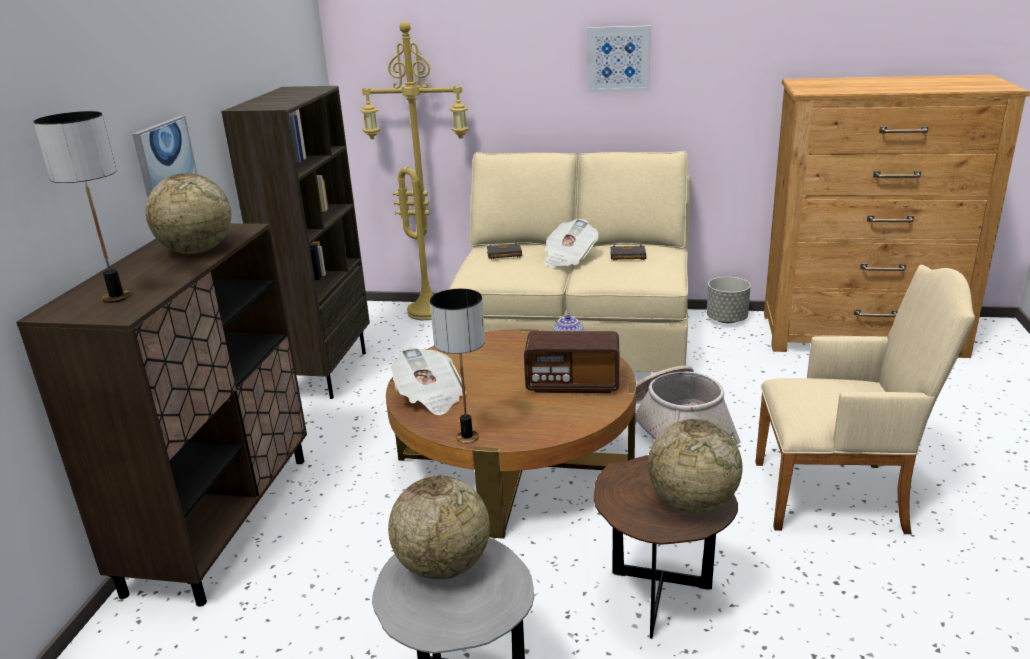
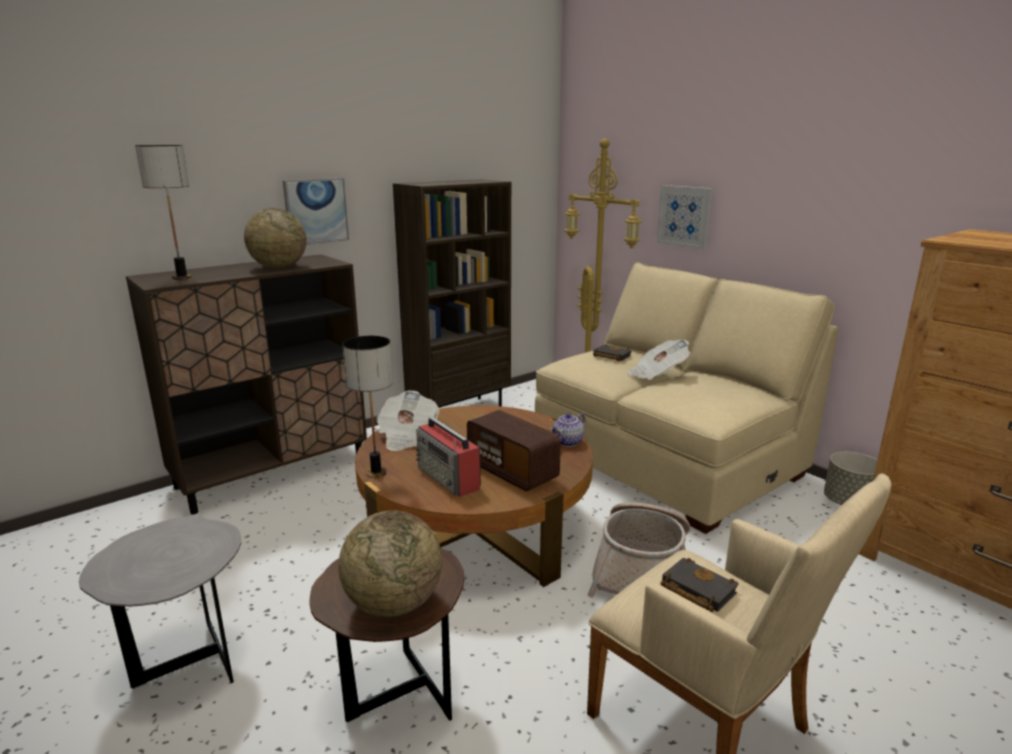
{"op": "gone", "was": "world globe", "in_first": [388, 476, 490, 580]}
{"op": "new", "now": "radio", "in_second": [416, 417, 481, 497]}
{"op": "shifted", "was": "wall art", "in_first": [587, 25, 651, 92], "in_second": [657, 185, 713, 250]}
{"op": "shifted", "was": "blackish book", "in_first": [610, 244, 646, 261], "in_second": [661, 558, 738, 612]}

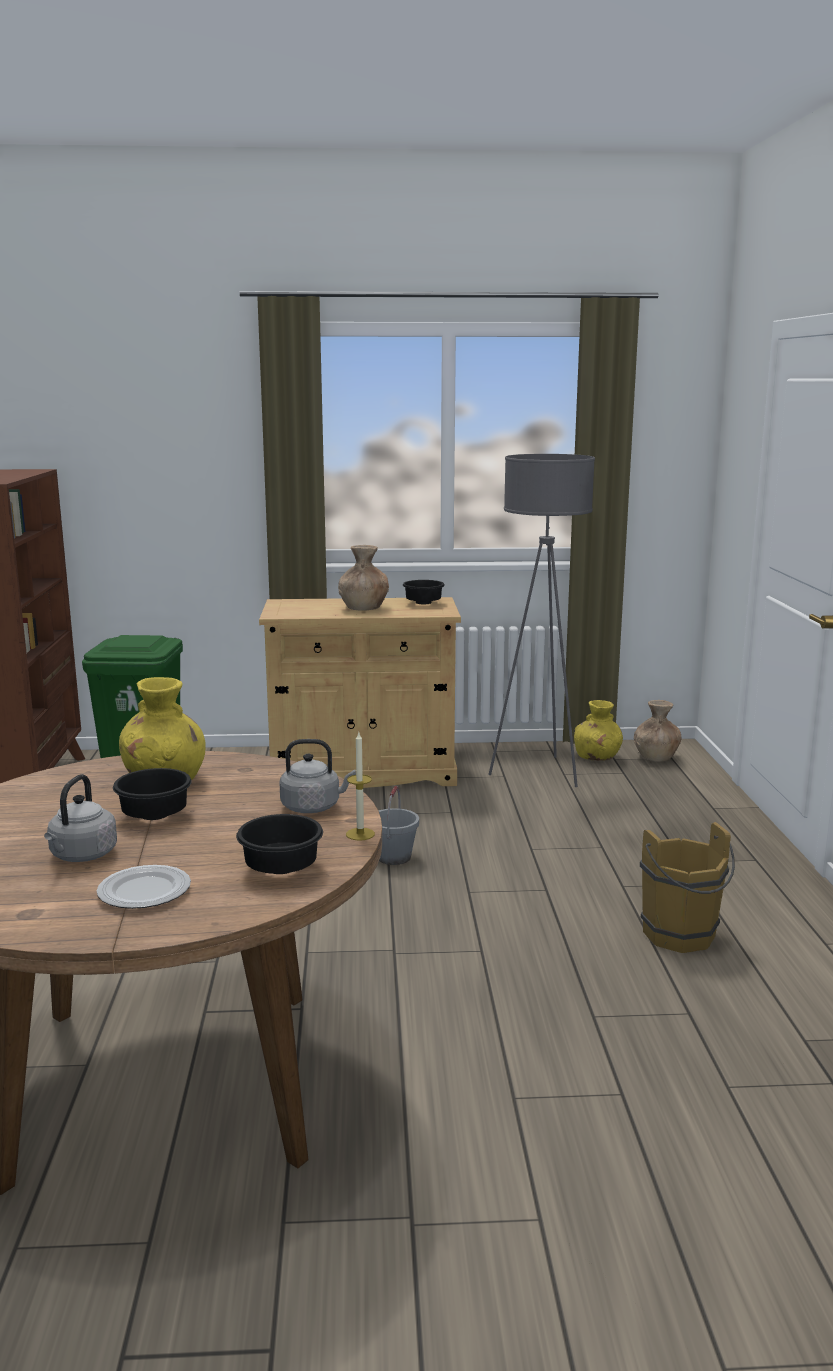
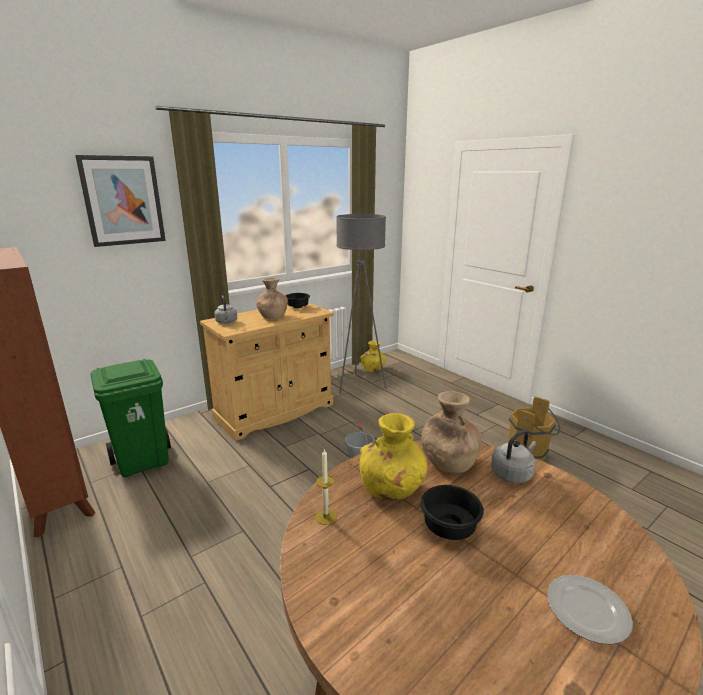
{"op": "gone", "was": "blackish deep dish", "in_first": [236, 814, 323, 874]}
{"op": "new", "now": "wall art", "in_second": [75, 155, 166, 247]}
{"op": "shifted", "was": "greyish water kettle", "in_first": [44, 774, 117, 862], "in_second": [214, 295, 237, 324]}
{"op": "shifted", "was": "candle", "in_first": [346, 733, 375, 840], "in_second": [315, 449, 337, 525]}
{"op": "shifted", "was": "brown flower vase", "in_first": [634, 700, 681, 762], "in_second": [421, 391, 481, 473]}

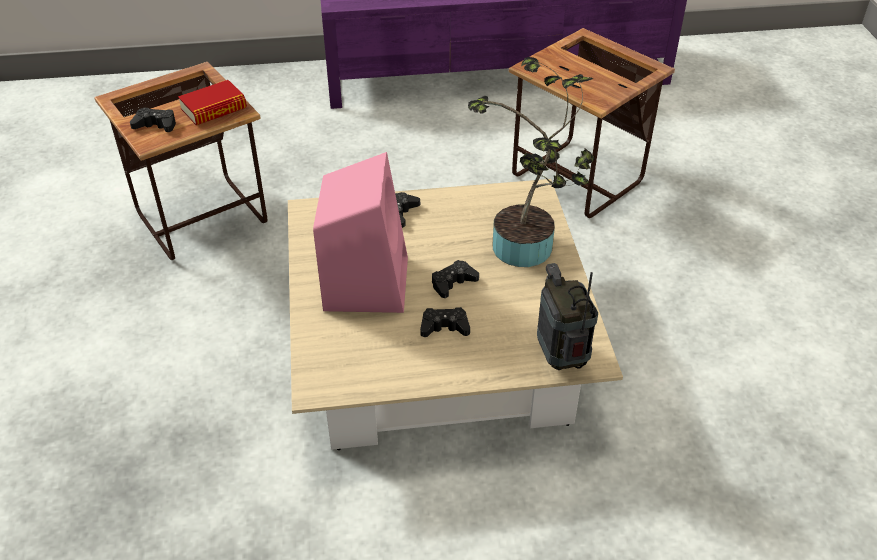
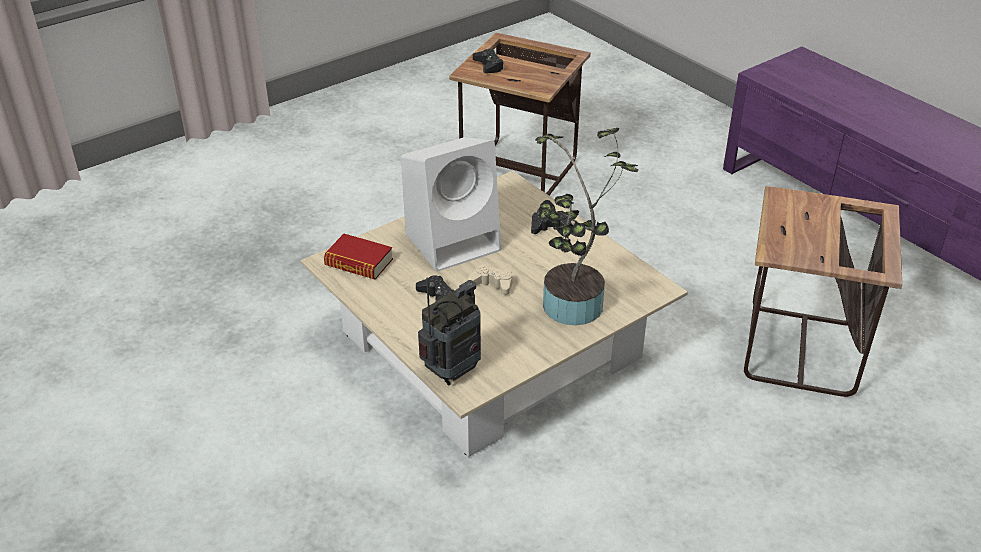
{"op": "shifted", "was": "book", "in_first": [178, 80, 247, 125], "in_second": [324, 234, 393, 279]}
{"op": "repainted", "was": "pink speaker", "now": "whitish speaker", "in_first": [313, 152, 408, 313], "in_second": [401, 137, 501, 272]}
{"op": "repainted", "was": "blackish gamepad", "now": "sand-coloured gamepad", "in_first": [432, 260, 479, 298], "in_second": [468, 264, 512, 295]}

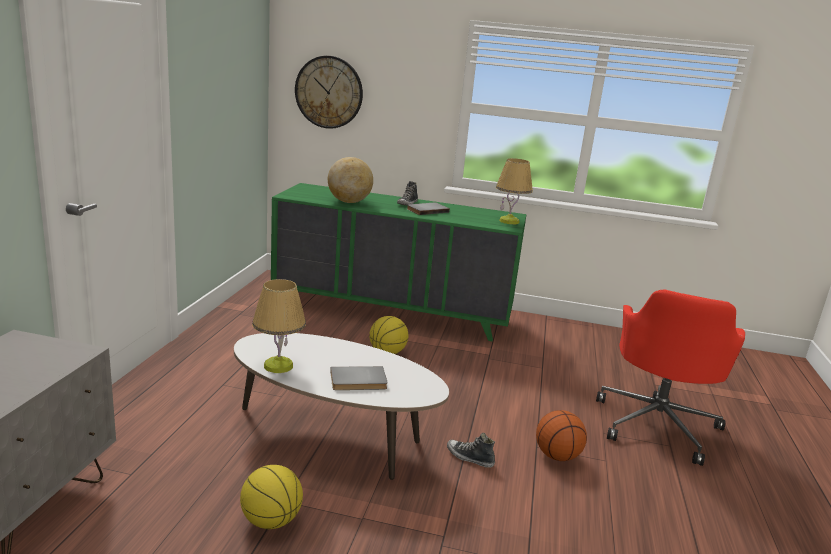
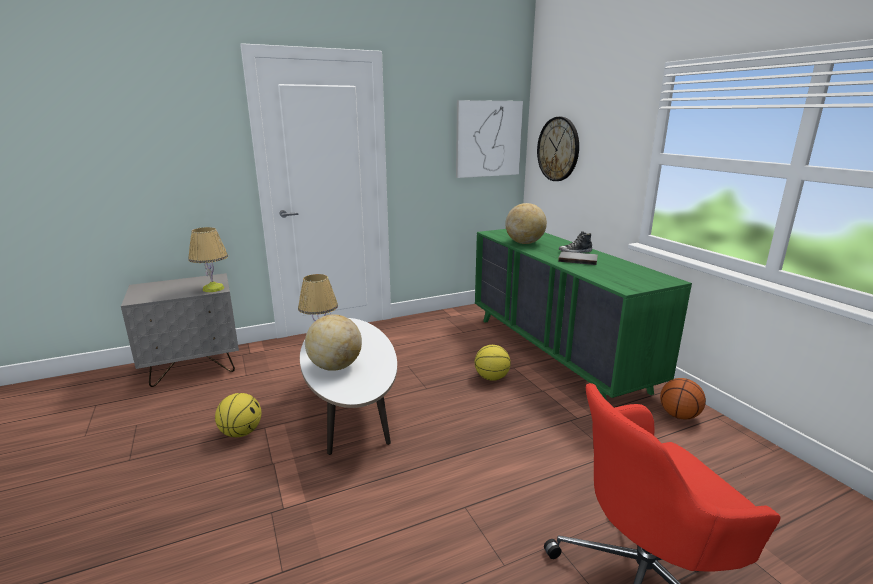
{"op": "gone", "was": "item of footwear", "in_first": [447, 433, 495, 468]}
{"op": "new", "now": "wall art", "in_second": [456, 100, 523, 178]}
{"op": "shifted", "was": "table lamp", "in_first": [496, 158, 533, 224], "in_second": [188, 227, 228, 292]}
{"op": "shifted", "was": "basketball", "in_first": [536, 410, 587, 461], "in_second": [660, 378, 706, 420]}
{"op": "swapped", "was": "greyish book", "now": "world globe", "in_first": [330, 366, 388, 390], "in_second": [305, 314, 362, 371]}

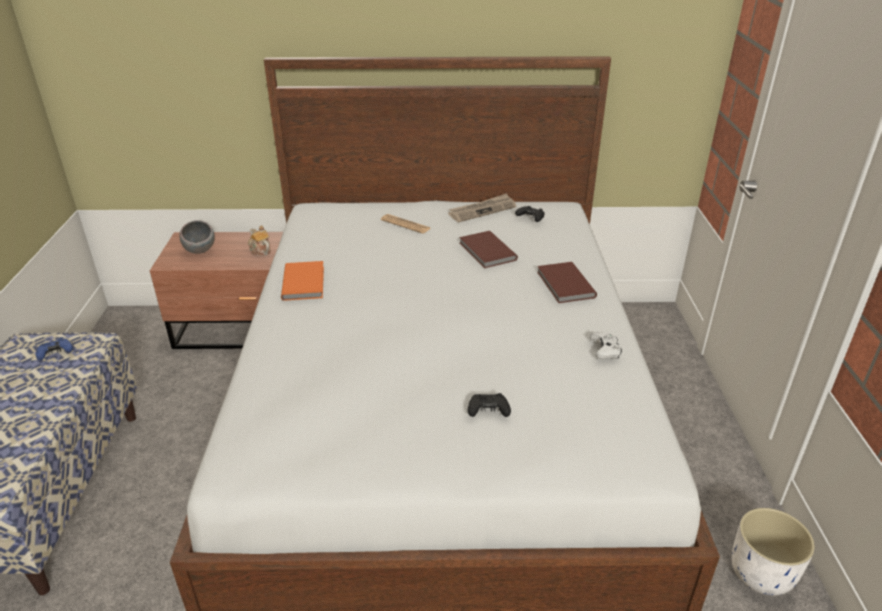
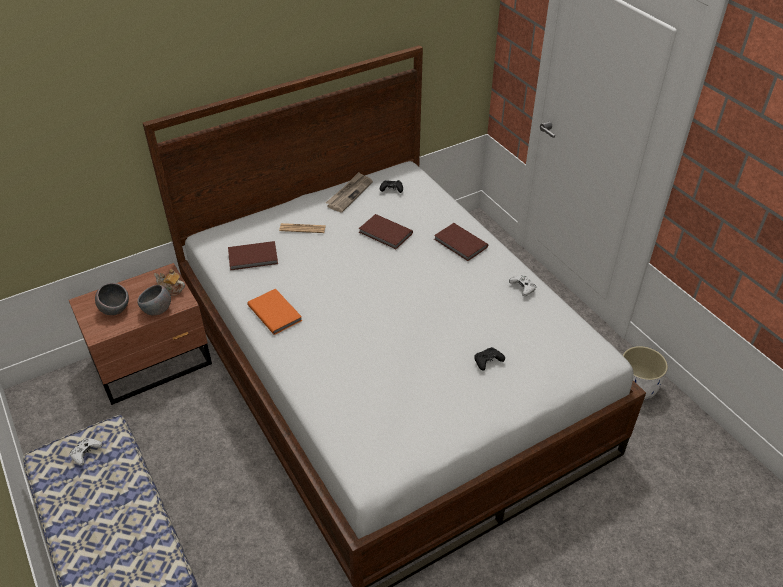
{"op": "new", "now": "greyish deep dish", "in_second": [137, 285, 171, 315]}
{"op": "new", "now": "brown book", "in_second": [228, 241, 278, 271]}
{"op": "repainted", "was": "blue gamepad", "now": "whitish gamepad", "in_first": [36, 337, 73, 360], "in_second": [70, 438, 102, 466]}

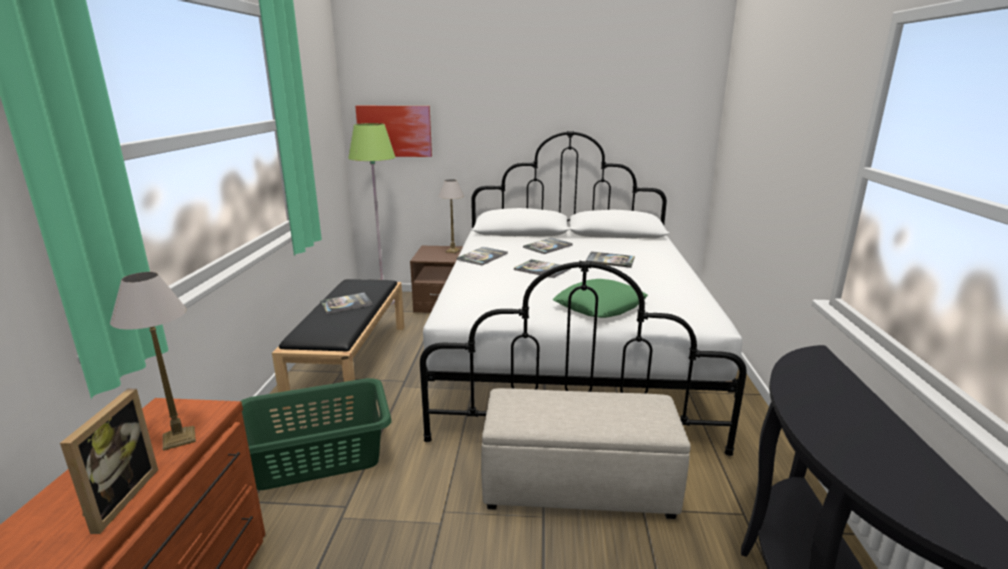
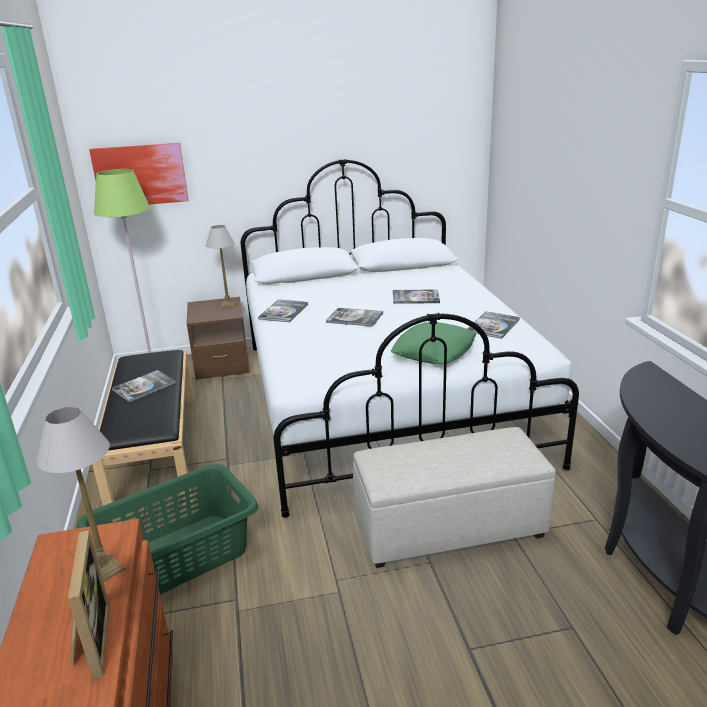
{"op": "shifted", "was": "book", "in_first": [523, 238, 573, 254], "in_second": [467, 311, 520, 339]}

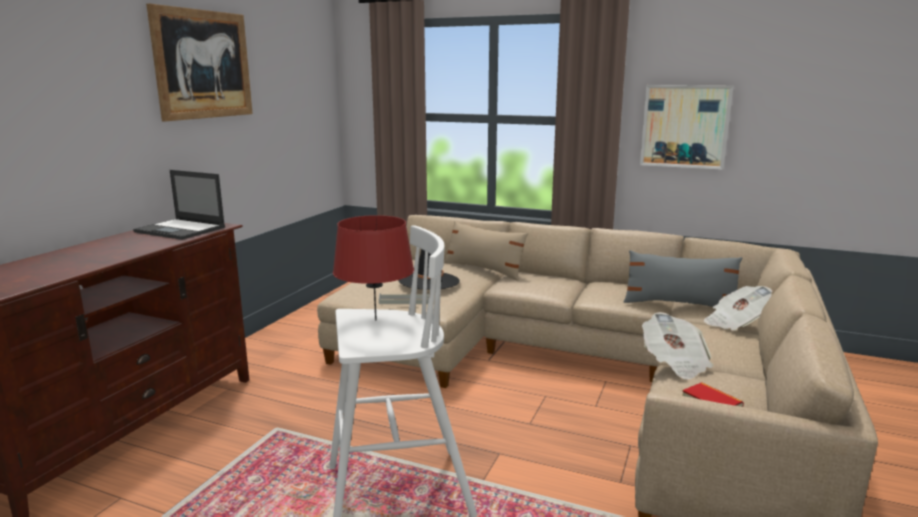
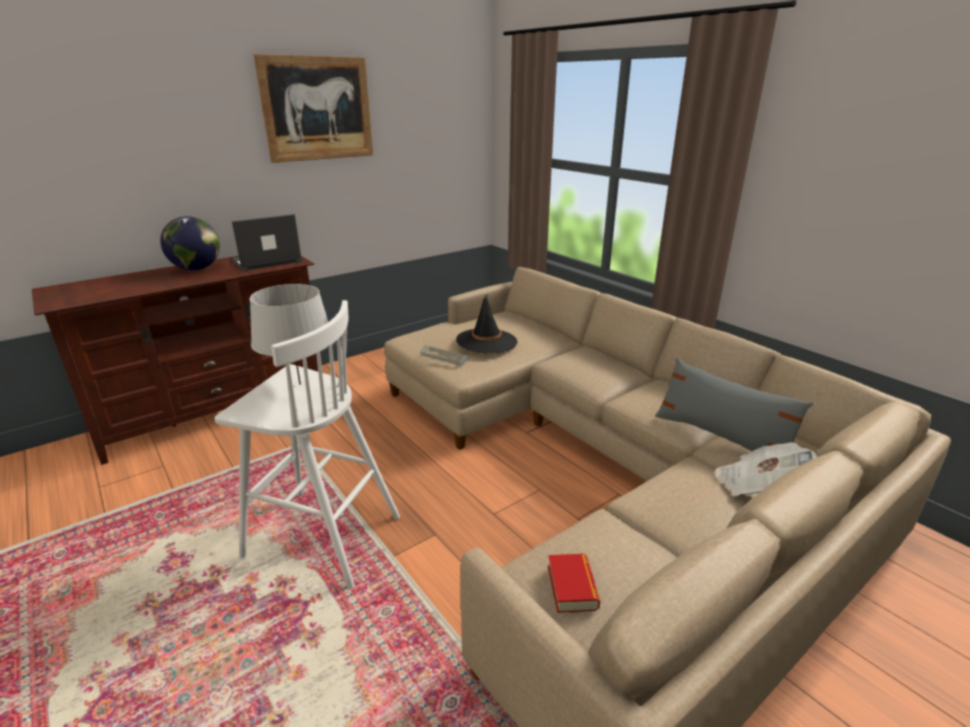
{"op": "gone", "was": "sand-coloured pillow", "in_first": [444, 221, 528, 281]}
{"op": "gone", "was": "wall art", "in_first": [640, 85, 733, 170]}
{"op": "gone", "was": "printed paper", "in_first": [642, 312, 713, 380]}
{"op": "new", "now": "world globe", "in_second": [160, 216, 220, 270]}
{"op": "repainted", "was": "red-coloured table lamp", "now": "greyish table lamp", "in_first": [333, 215, 414, 320], "in_second": [250, 284, 328, 385]}
{"op": "rotated", "was": "notebook computer", "in_first": [133, 170, 225, 240], "in_second": [231, 214, 302, 271], "clockwise": 90}

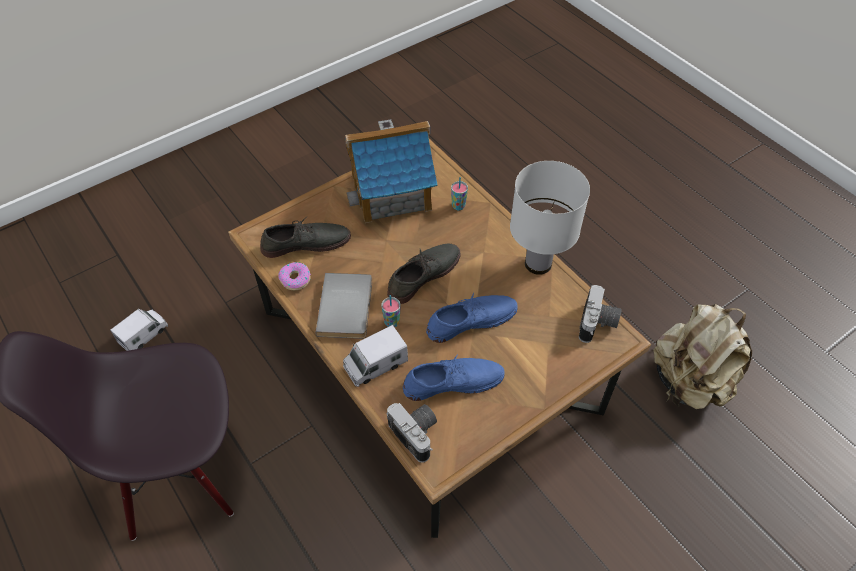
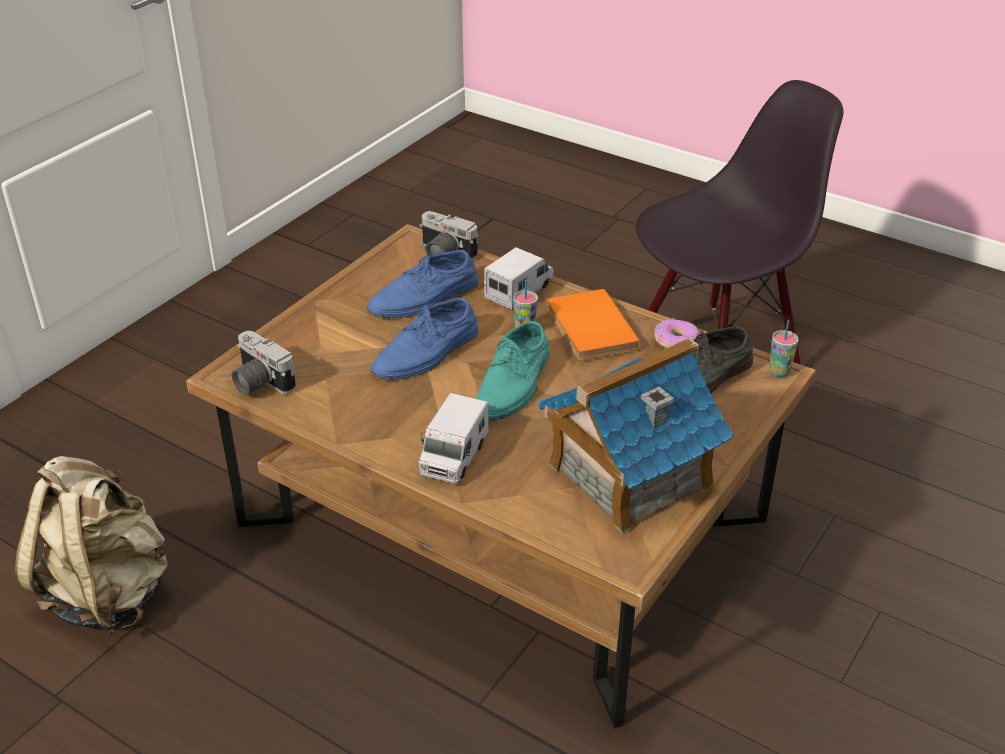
{"op": "gone", "was": "whitish table lamp", "in_first": [510, 161, 590, 275]}
{"op": "shifted", "was": "toy truck", "in_first": [110, 309, 168, 351], "in_second": [419, 393, 489, 484]}
{"op": "shifted", "was": "cup", "in_first": [451, 177, 468, 210], "in_second": [769, 320, 799, 377]}
{"op": "repainted", "was": "greyish book", "now": "orangey book", "in_first": [316, 273, 372, 339], "in_second": [548, 289, 640, 361]}
{"op": "repainted", "was": "greyish item of footwear", "now": "turquoise item of footwear", "in_first": [387, 243, 461, 304], "in_second": [476, 321, 550, 420]}
{"op": "rotated", "was": "photo camera", "in_first": [579, 285, 622, 343], "in_second": [232, 331, 296, 395], "clockwise": -45}

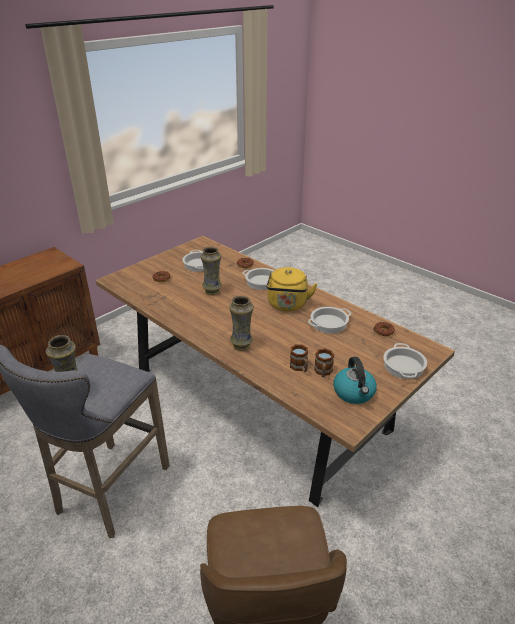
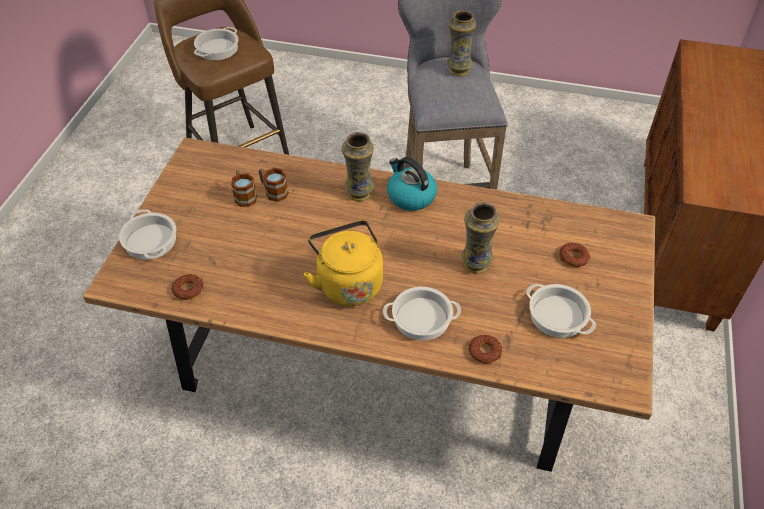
{"op": "shifted", "was": "saucepot", "in_first": [308, 307, 352, 334], "in_second": [194, 27, 238, 60]}
{"op": "shifted", "was": "water kettle", "in_first": [333, 357, 377, 404], "in_second": [387, 157, 437, 211]}

